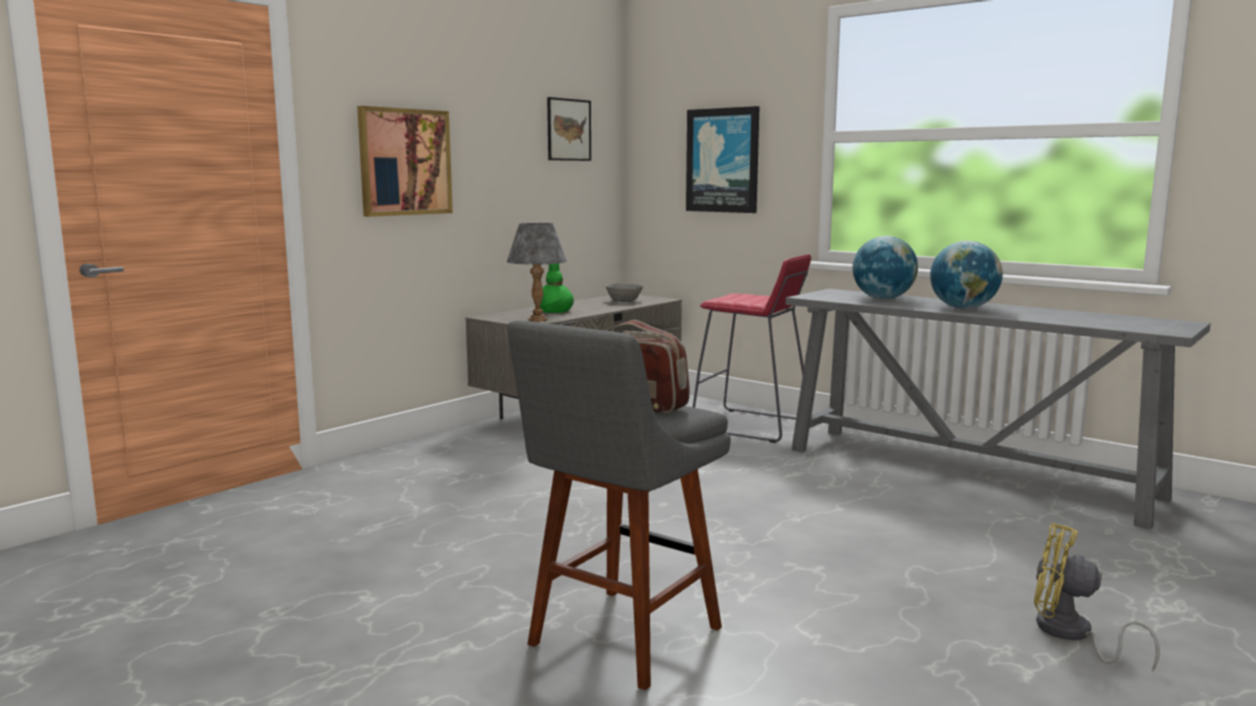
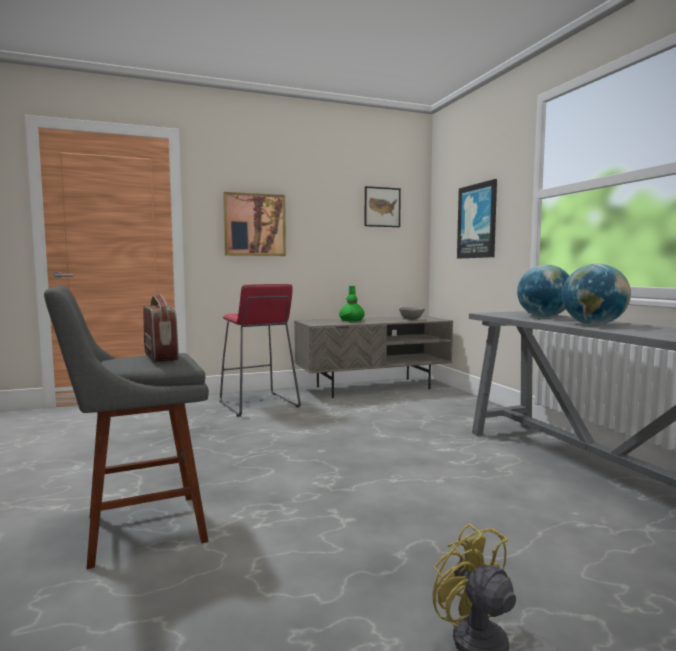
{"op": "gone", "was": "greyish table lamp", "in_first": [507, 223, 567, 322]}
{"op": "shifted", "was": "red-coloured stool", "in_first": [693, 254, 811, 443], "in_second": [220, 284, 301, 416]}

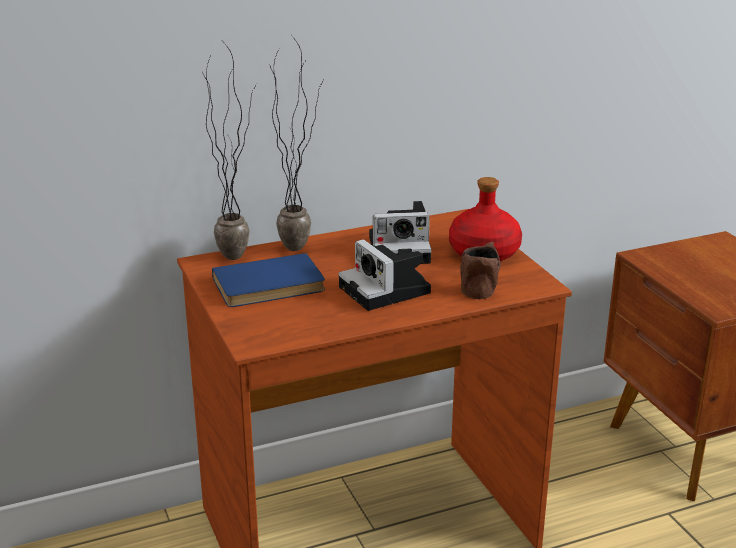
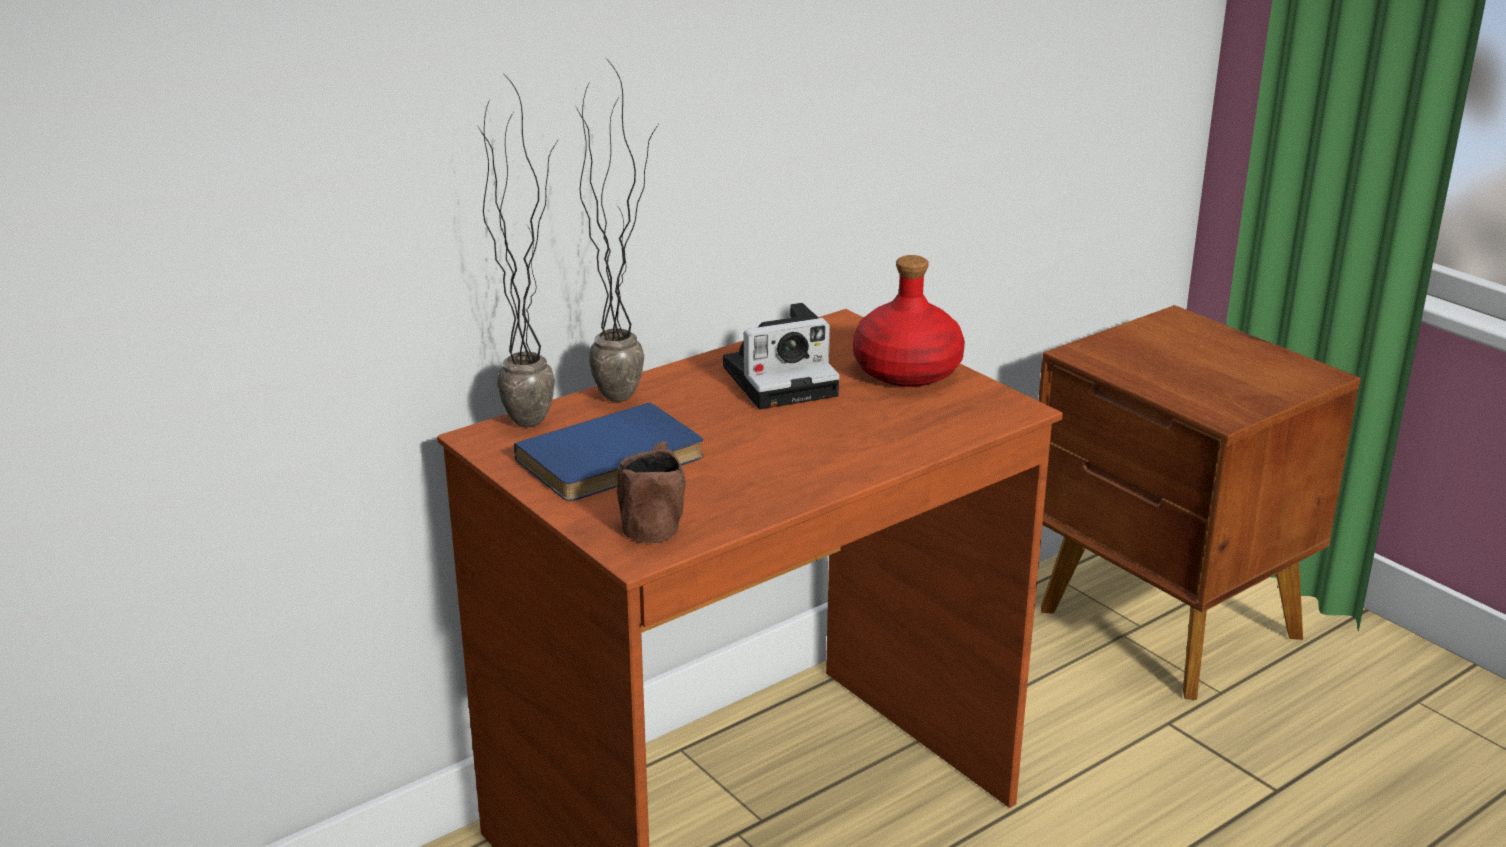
{"op": "gone", "was": "photo camera", "in_first": [339, 239, 431, 311]}
{"op": "shifted", "was": "brown tea mug", "in_first": [460, 242, 501, 299], "in_second": [617, 441, 686, 543]}

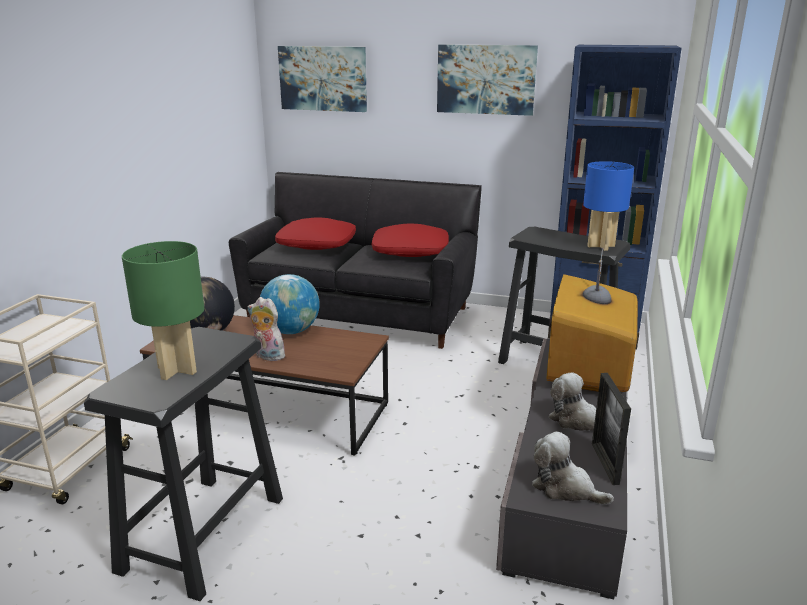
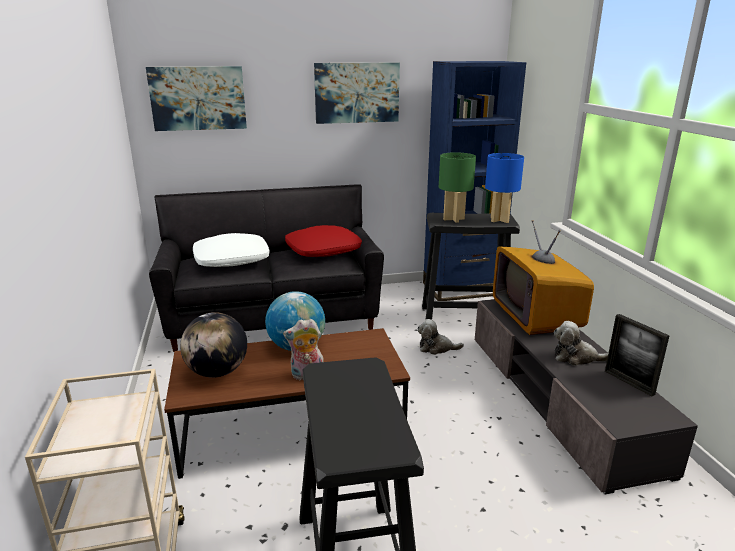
{"op": "shifted", "was": "green-coloured table lamp", "in_first": [122, 241, 204, 380], "in_second": [439, 152, 476, 223]}
{"op": "shifted", "was": "soft toy", "in_first": [532, 432, 614, 505], "in_second": [417, 319, 464, 355]}
{"op": "repainted", "was": "red-coloured pillow", "now": "whitish pillow", "in_first": [275, 218, 356, 250], "in_second": [193, 233, 270, 267]}

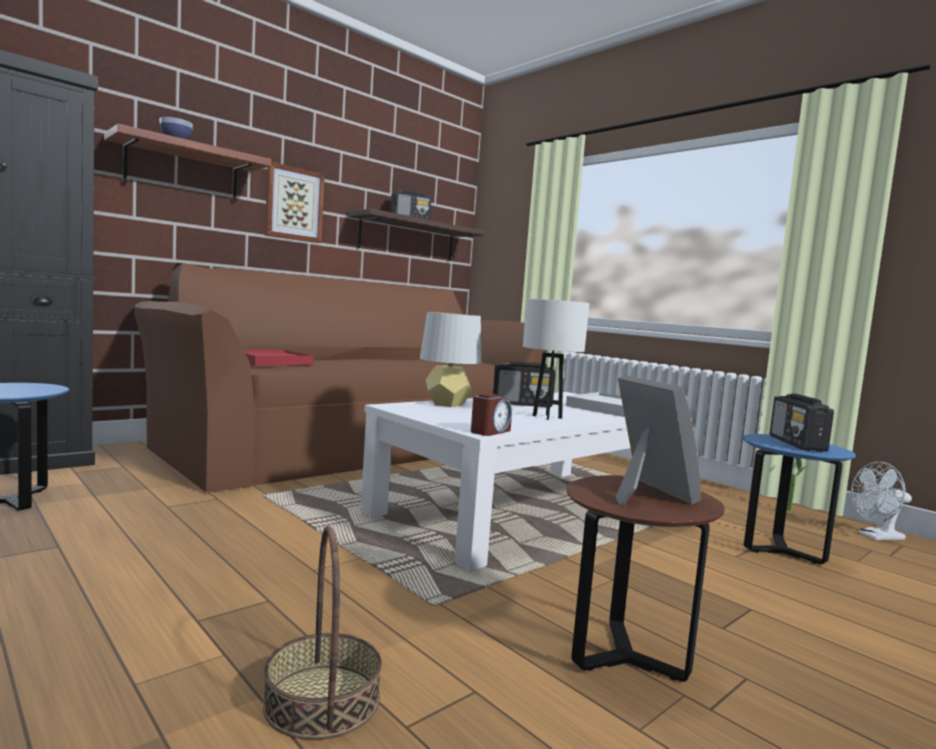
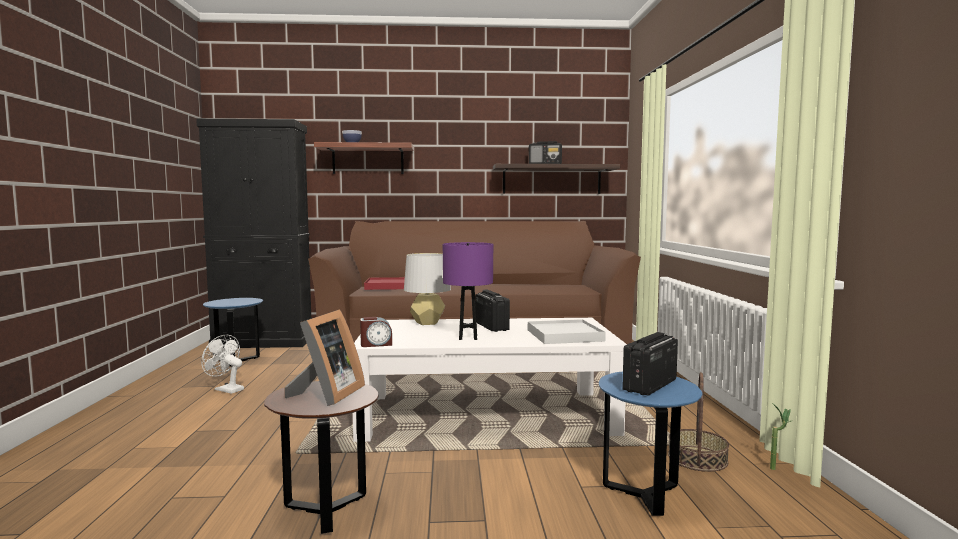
{"op": "gone", "was": "wall art", "in_first": [265, 162, 325, 243]}
{"op": "shifted", "was": "basket", "in_first": [263, 526, 382, 740], "in_second": [668, 372, 729, 472]}
{"op": "shifted", "was": "whitish electric fan", "in_first": [851, 462, 912, 540], "in_second": [201, 335, 244, 394]}
{"op": "repainted", "was": "whitish table lamp", "now": "purple-coloured table lamp", "in_first": [523, 299, 589, 420], "in_second": [443, 242, 493, 340]}
{"op": "rotated", "was": "radio", "in_first": [493, 361, 556, 407], "in_second": [476, 289, 510, 332], "clockwise": -150}

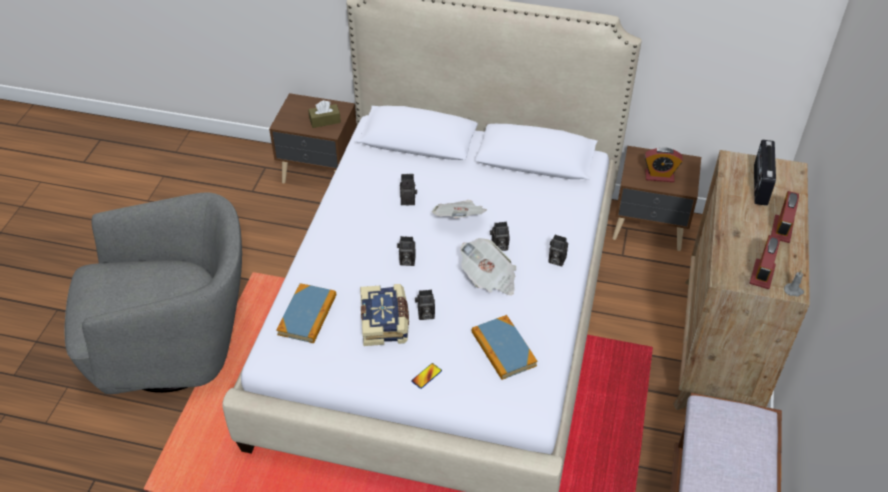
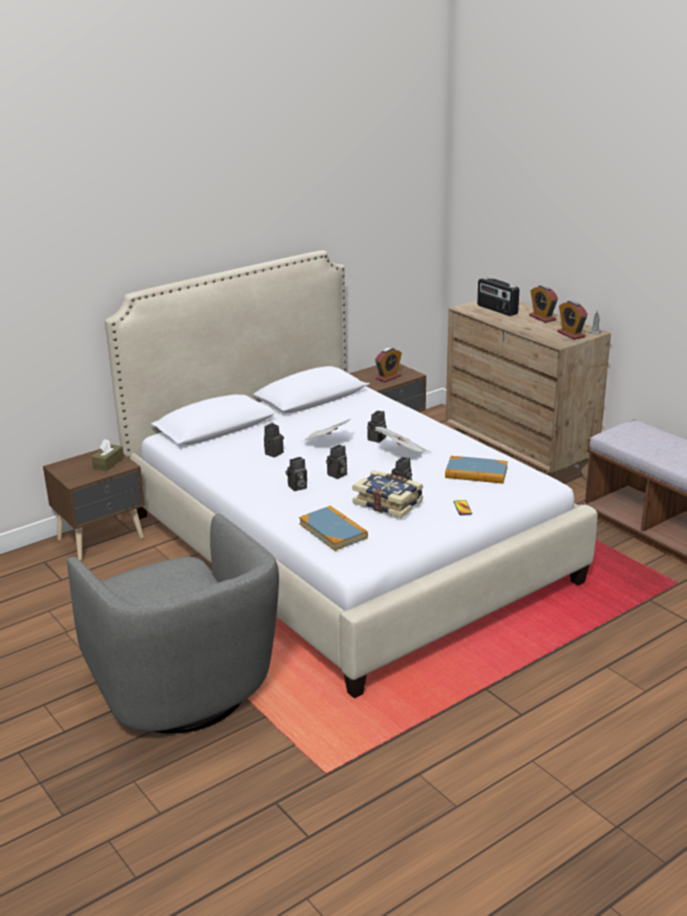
{"op": "shifted", "was": "photo camera", "in_first": [548, 235, 568, 266], "in_second": [285, 457, 307, 491]}
{"op": "rotated", "was": "greyish lounge chair", "in_first": [64, 193, 242, 394], "in_second": [67, 514, 279, 734], "clockwise": 120}

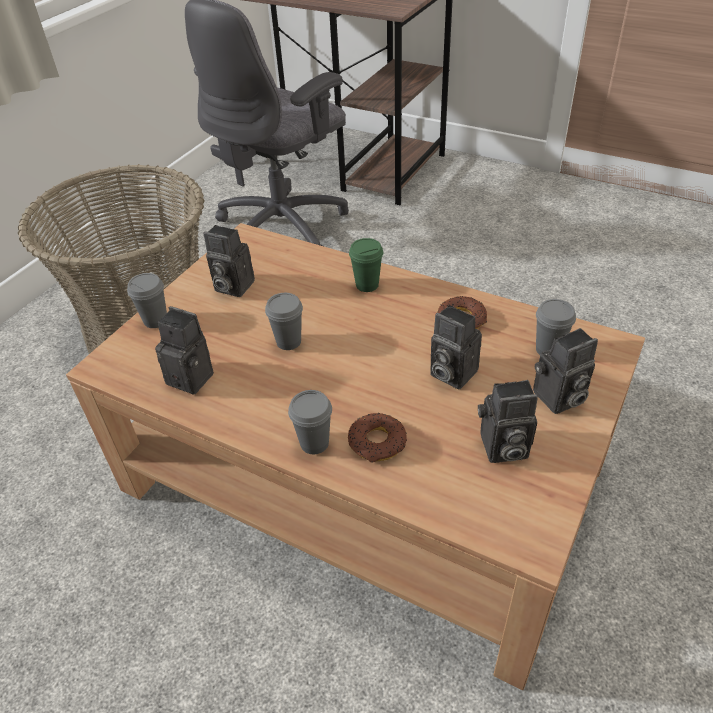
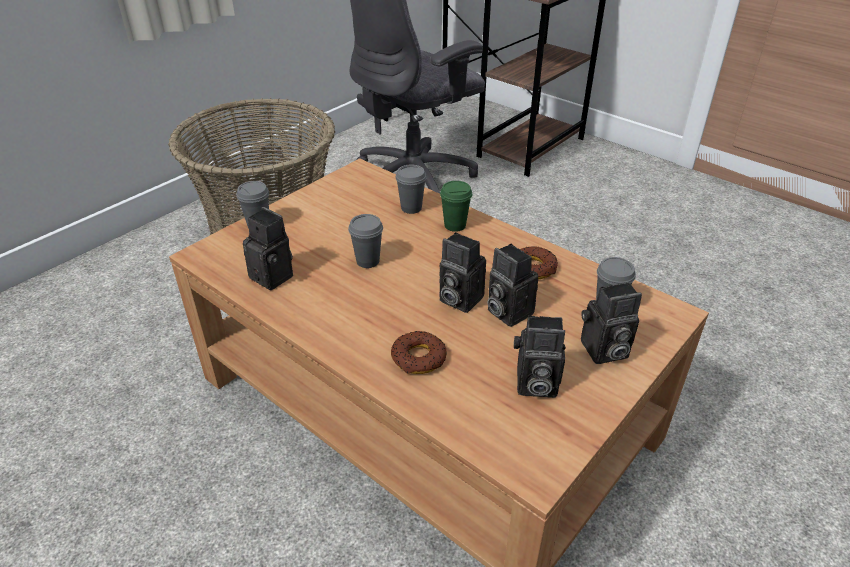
{"op": "shifted", "was": "photo camera", "in_first": [204, 225, 255, 297], "in_second": [440, 232, 486, 313]}
{"op": "shifted", "was": "greyish cup", "in_first": [288, 390, 332, 454], "in_second": [395, 165, 427, 214]}

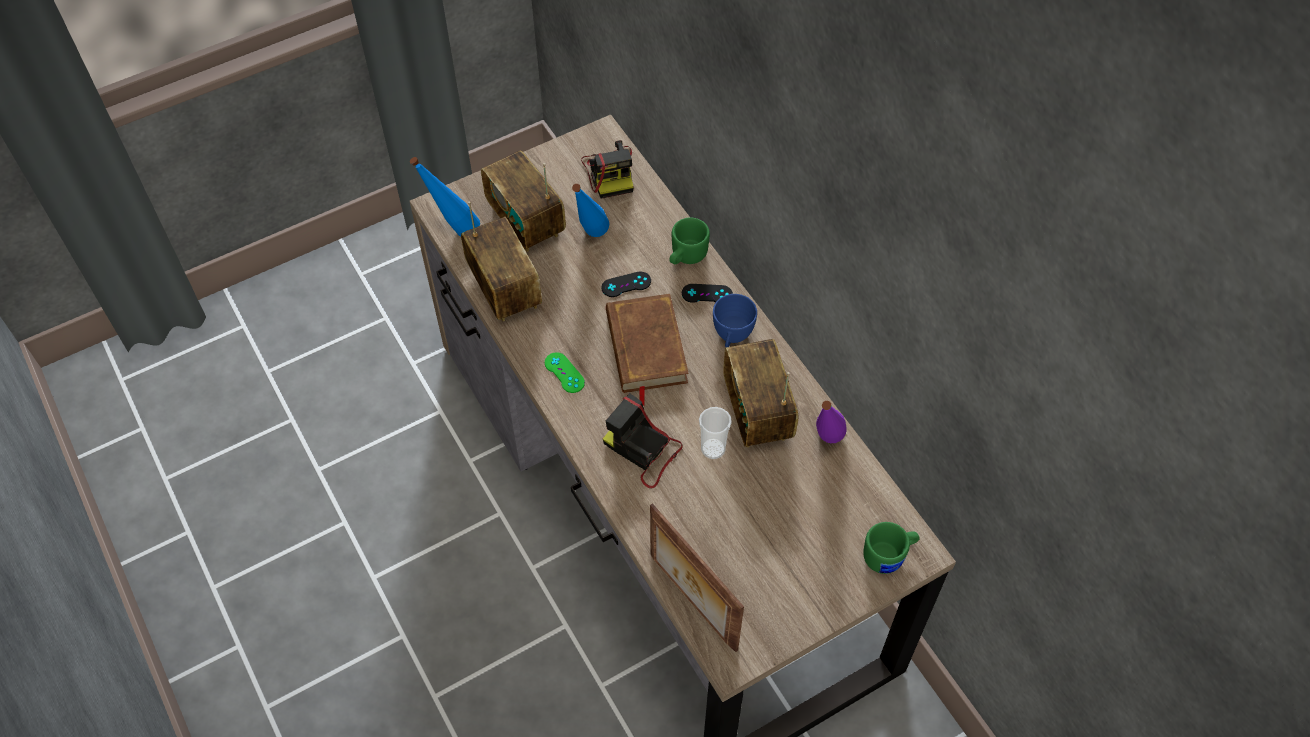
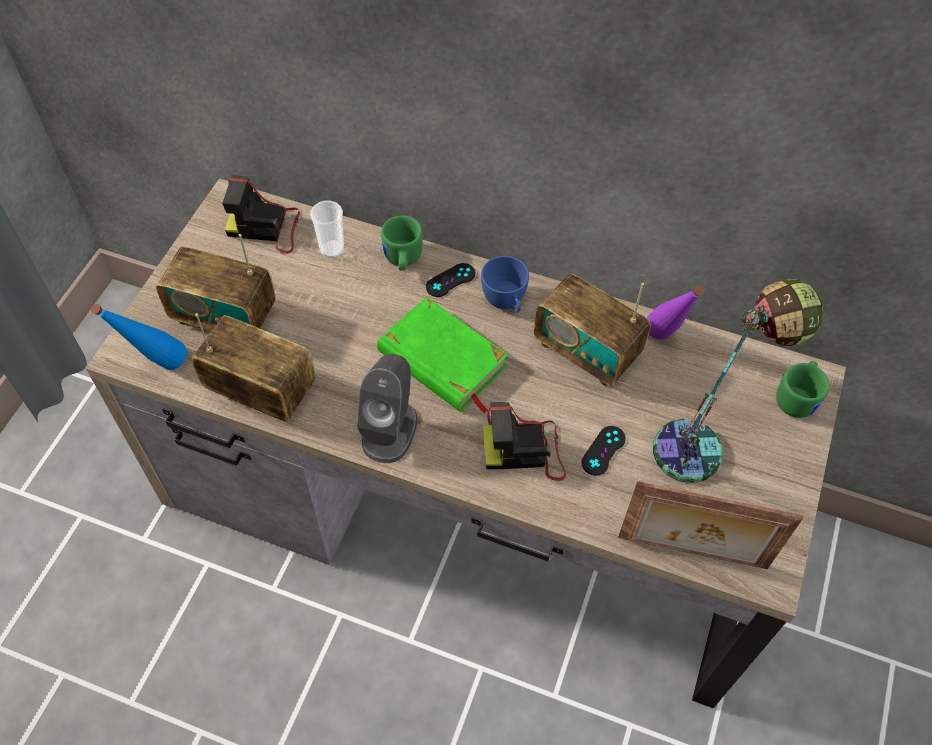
{"op": "gone", "was": "blue bottle", "in_first": [572, 184, 609, 237]}
{"op": "new", "now": "table lamp", "in_second": [653, 279, 823, 483]}
{"op": "shifted", "was": "blackish gamepad", "in_first": [601, 271, 651, 297], "in_second": [581, 426, 626, 476]}
{"op": "shifted", "was": "cup", "in_first": [699, 407, 732, 459], "in_second": [310, 201, 344, 258]}
{"op": "swapped", "was": "green-coloured gamepad", "now": "greyish speaker", "in_first": [545, 352, 585, 393], "in_second": [357, 354, 418, 463]}
{"op": "repainted", "was": "brown book", "now": "green-coloured book", "in_first": [606, 294, 689, 406], "in_second": [377, 297, 508, 414]}
{"op": "rotated", "was": "photo camera", "in_first": [581, 140, 634, 199], "in_second": [222, 175, 300, 254], "clockwise": 150}

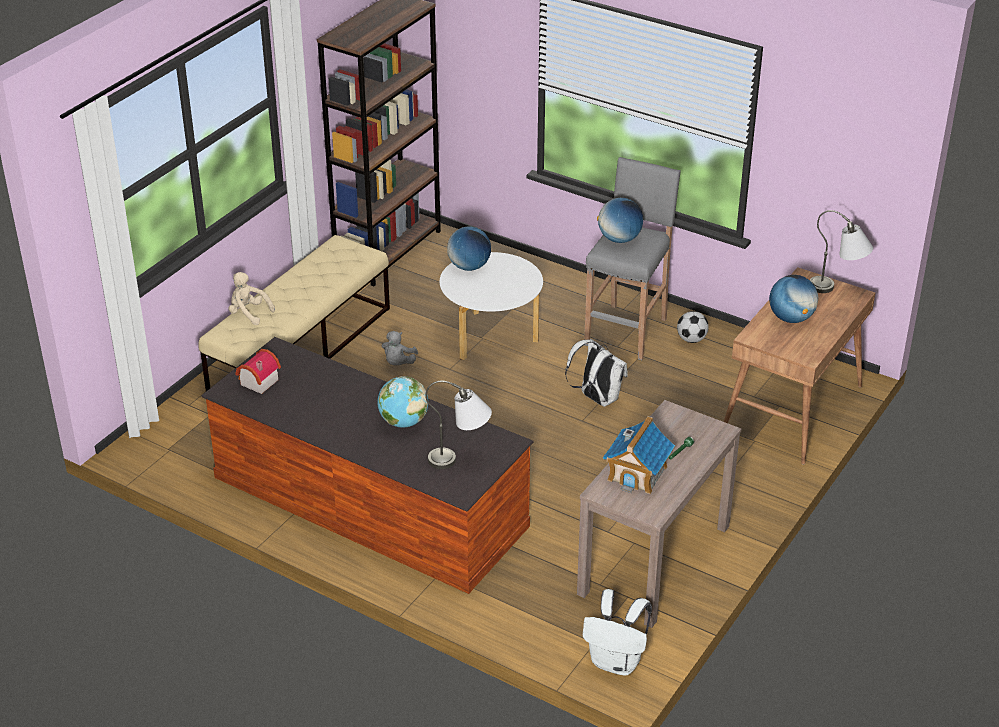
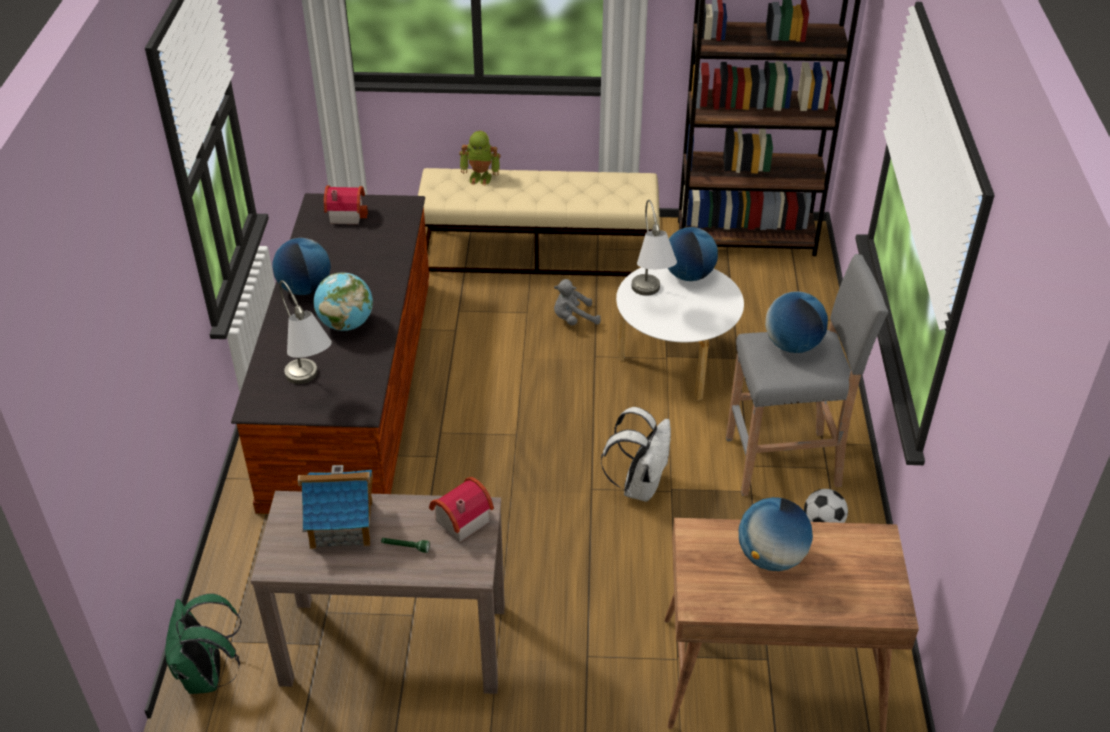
{"op": "new", "now": "world globe", "in_second": [272, 238, 331, 295]}
{"op": "new", "now": "miniature house", "in_second": [429, 477, 494, 542]}
{"op": "shifted", "was": "greyish table lamp", "in_first": [810, 210, 873, 293], "in_second": [631, 200, 677, 296]}
{"op": "swapped", "was": "sand-coloured soft toy", "now": "robot figure", "in_first": [229, 272, 275, 325], "in_second": [459, 130, 500, 186]}
{"op": "repainted", "was": "whitish rucksack", "now": "green-coloured rucksack", "in_first": [583, 589, 652, 676], "in_second": [165, 593, 242, 694]}

